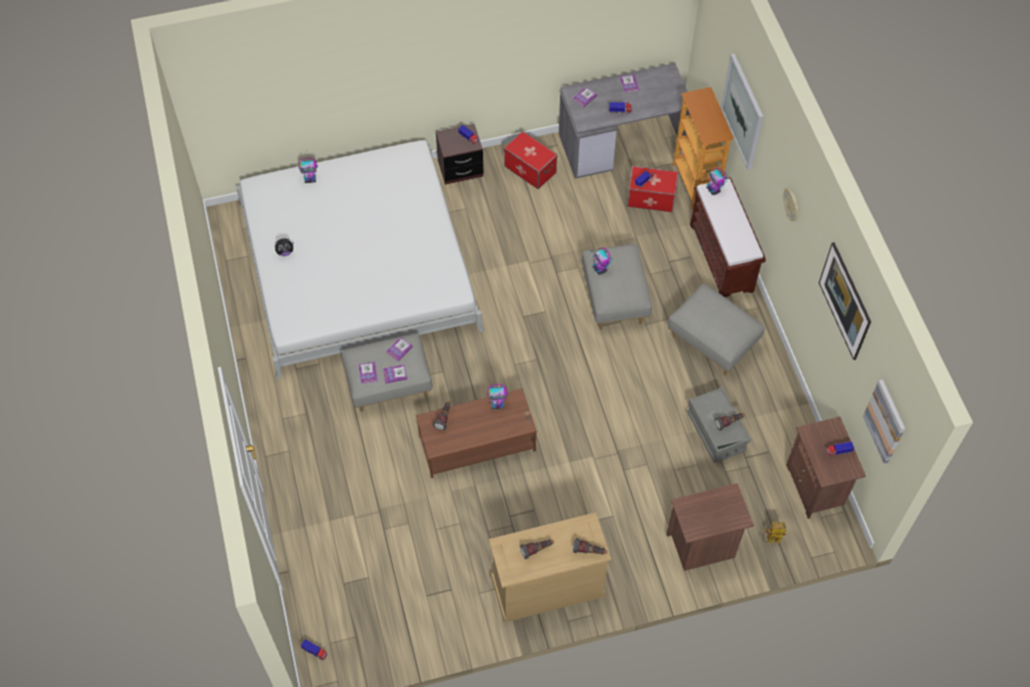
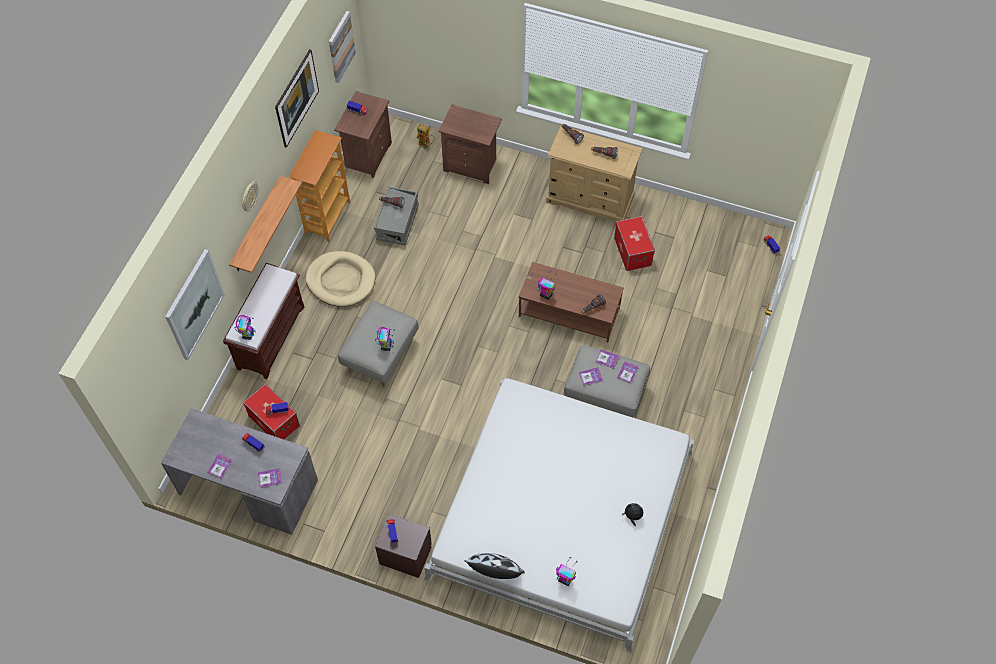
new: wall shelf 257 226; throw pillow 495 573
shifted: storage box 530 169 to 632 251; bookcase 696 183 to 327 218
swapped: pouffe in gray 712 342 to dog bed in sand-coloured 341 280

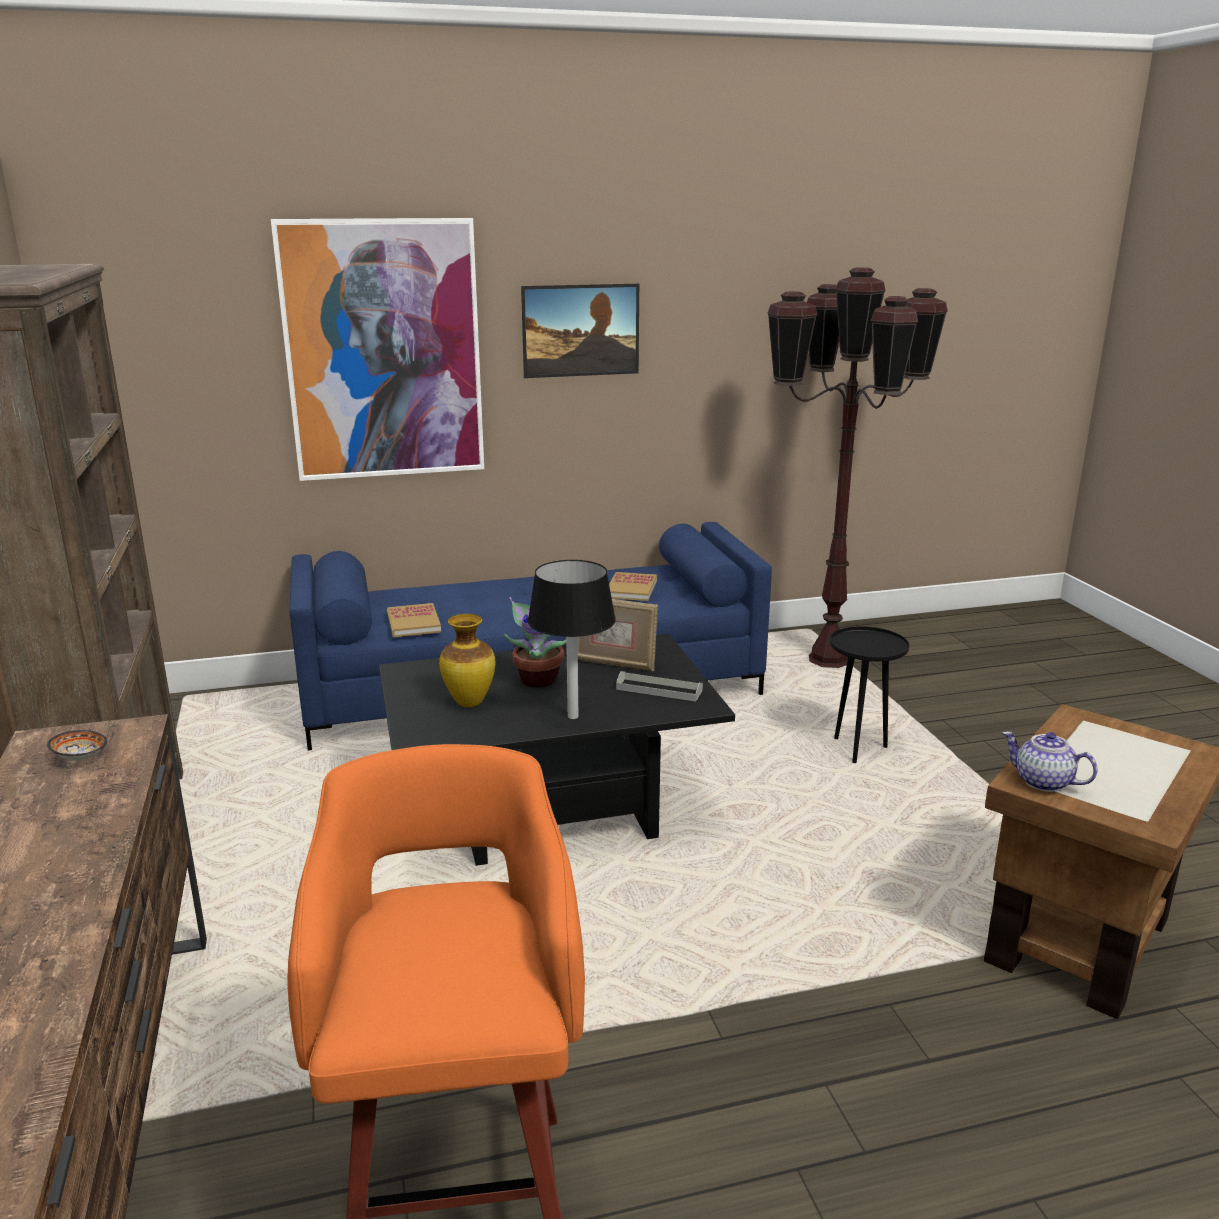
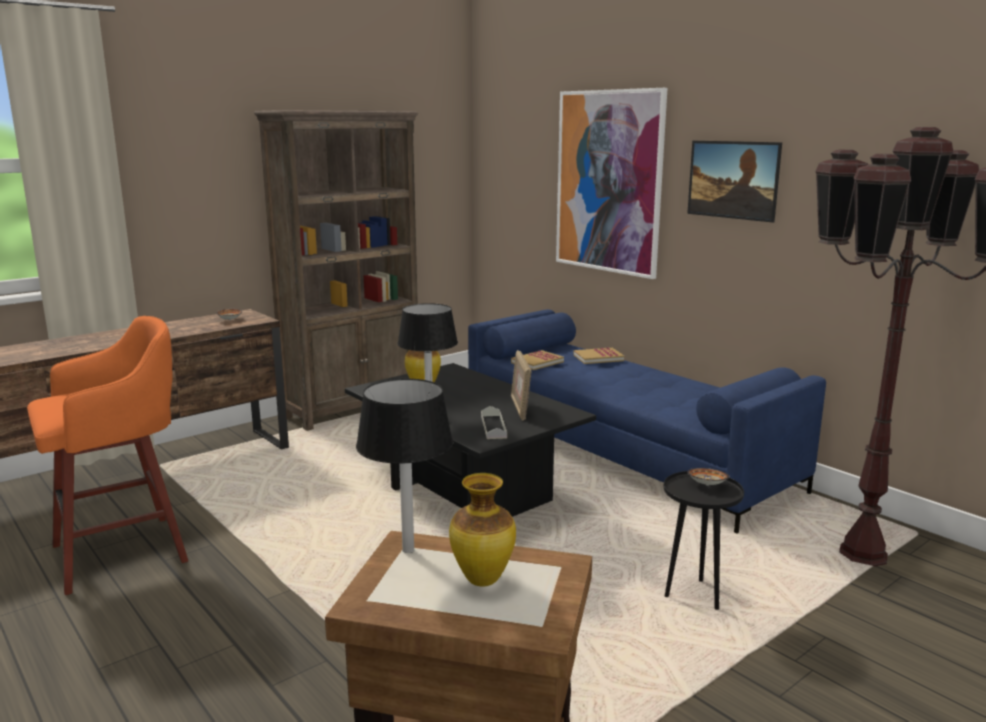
gone: houseplant 539 679
new: vase 481 580; bowl 707 484
shifted: bound book 631 589 to 598 358
swapped: teapot 1042 782 to lamp for a table in blackish 408 550

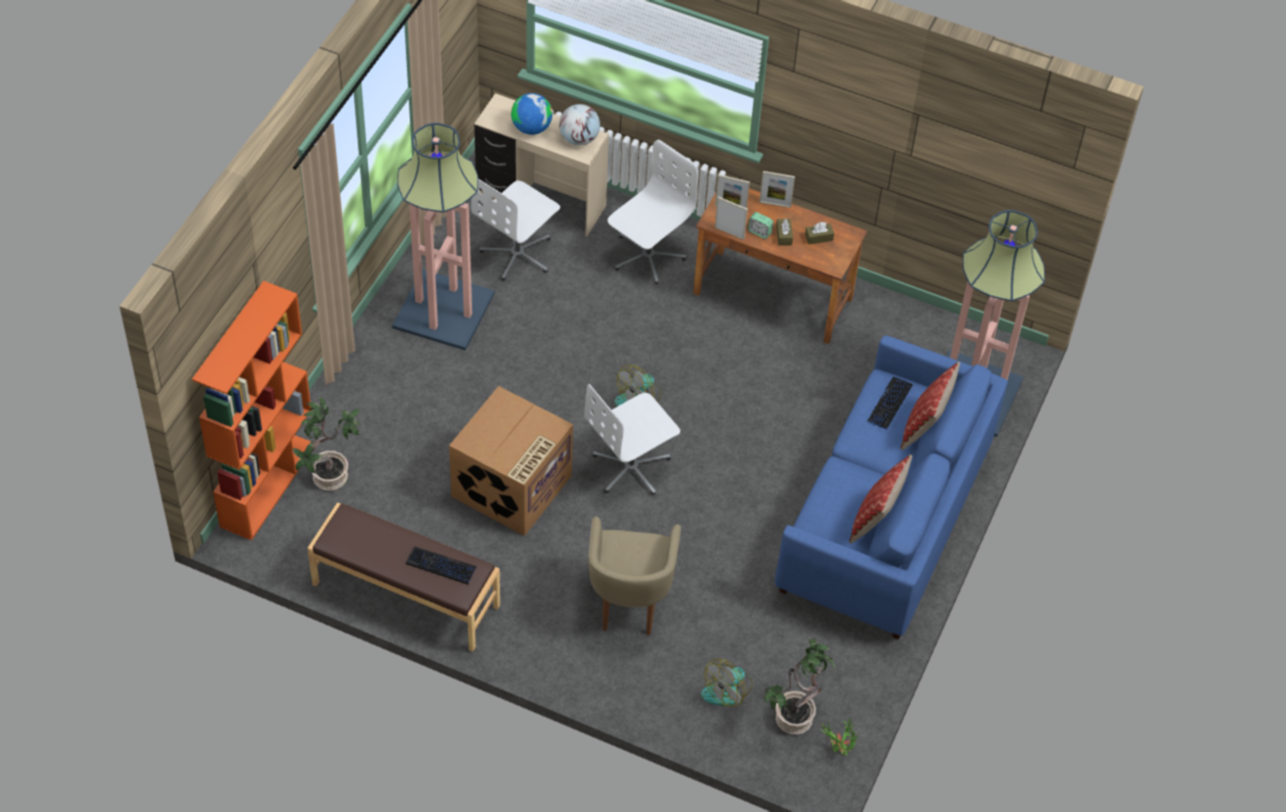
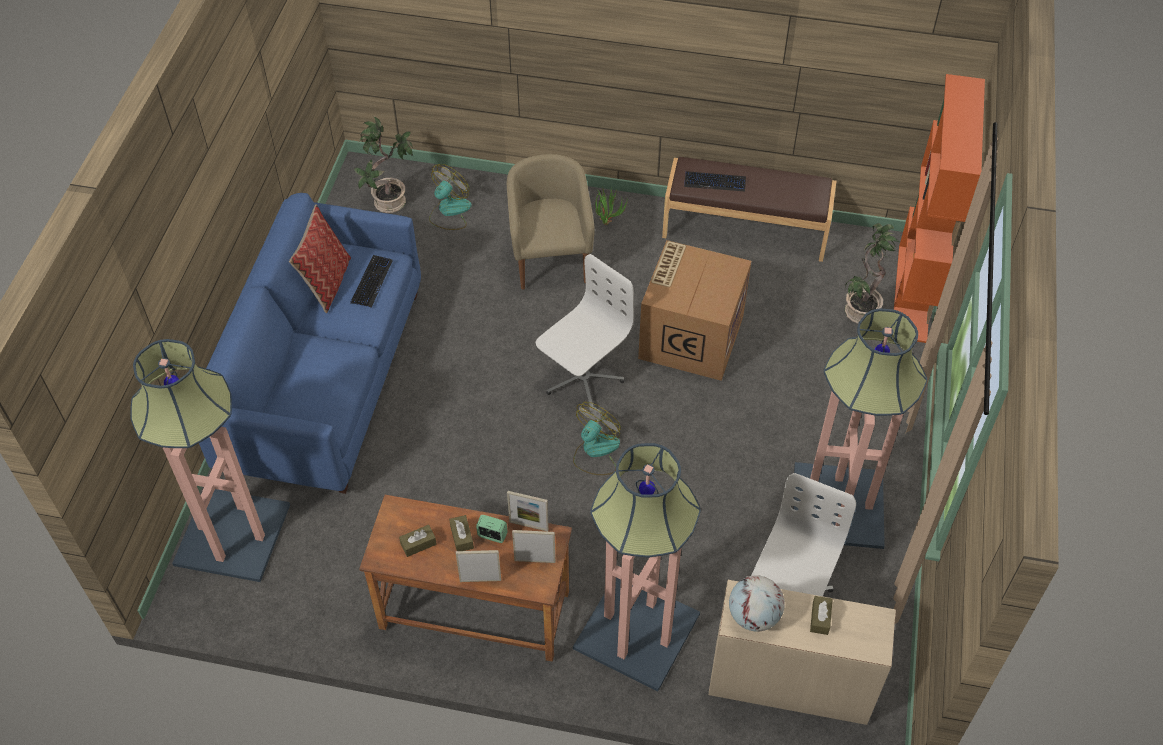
gone: throw pillow 924 427
shifted: houseplant 838 751 to 608 220; keyboard 890 403 to 371 282
swapped: world globe 531 128 to tissue holder in brown 820 618; computer chair in white 647 256 to floor lamp 636 631

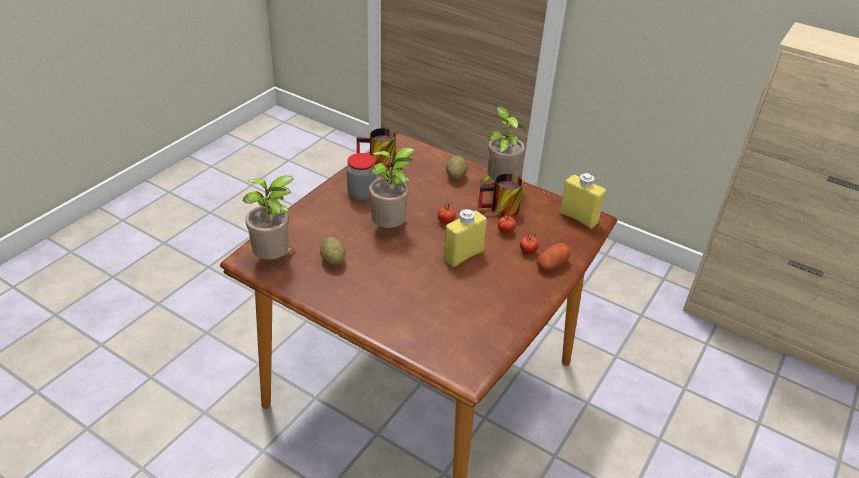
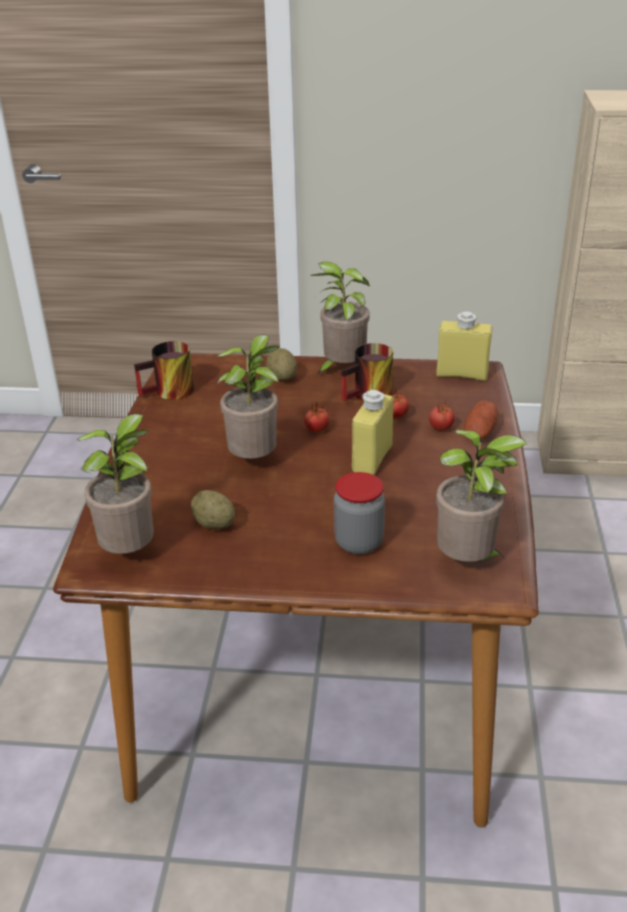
new: houseplant 468 562
shifted: preserve jar 362 194 to 359 542

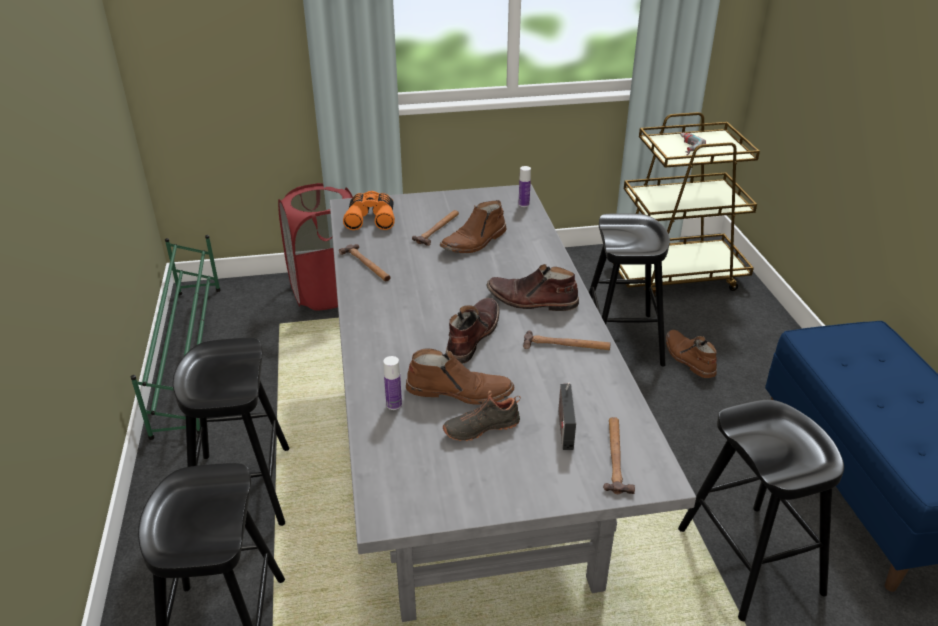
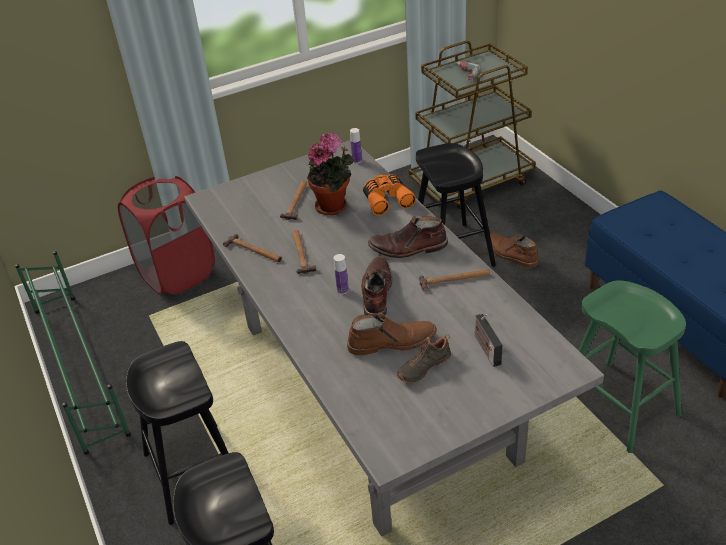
shifted: field glasses in orange 371 218 to 386 200; bottle 394 405 to 342 290; hand hammer 616 457 to 301 253
swapped: tall boot in brown 474 242 to houseplant 334 206
repainted: sitting stool in blackish 749 560 to sitting stool in green-coloured 618 405

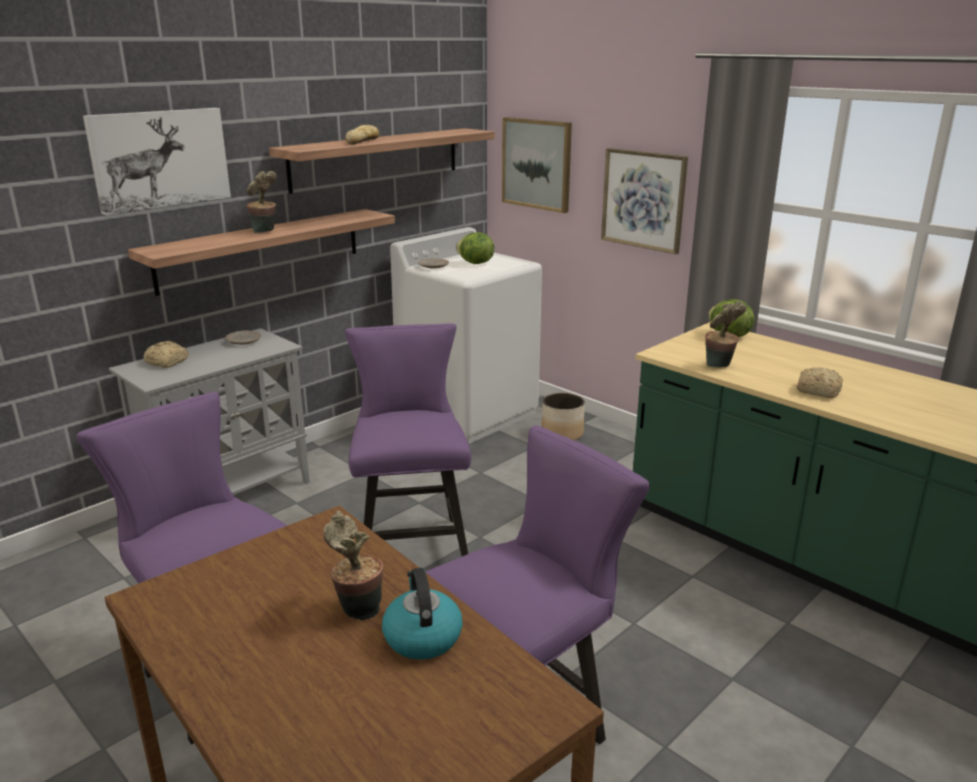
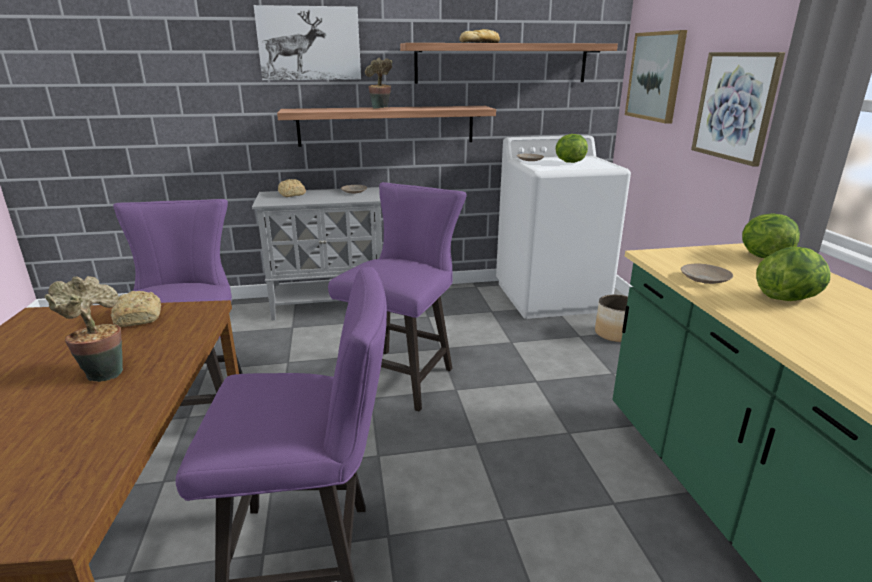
gone: kettle 422 636
new: lettuce head 788 298
shifted: bakery bread 817 391 to 139 317
swapped: houseplant 719 366 to flat dish in sand-coloured 704 279

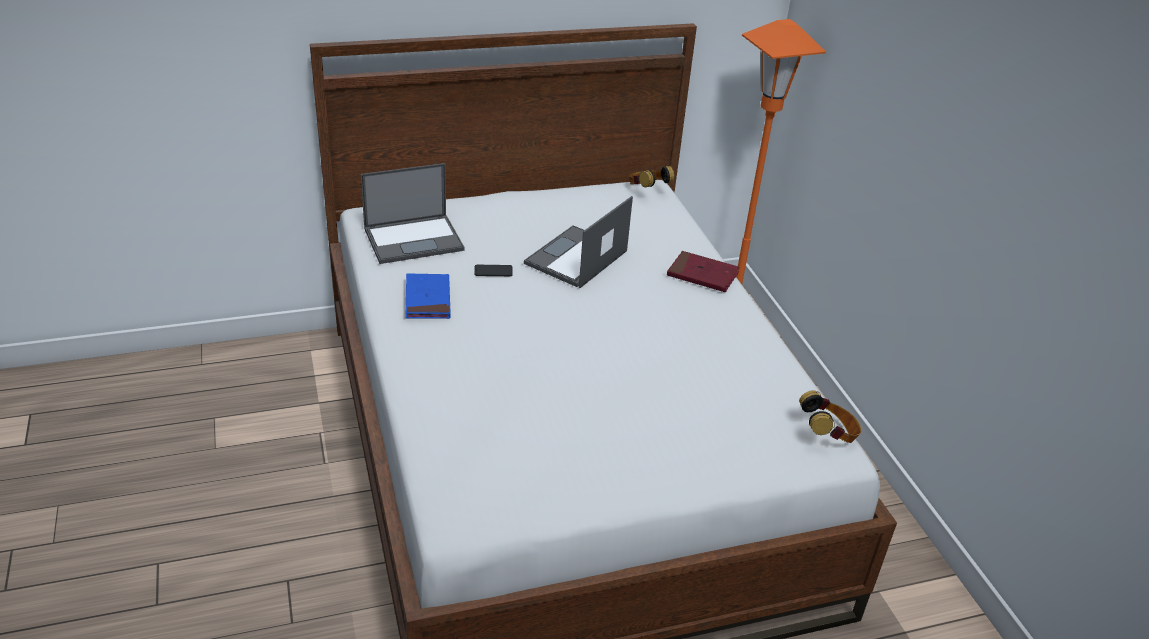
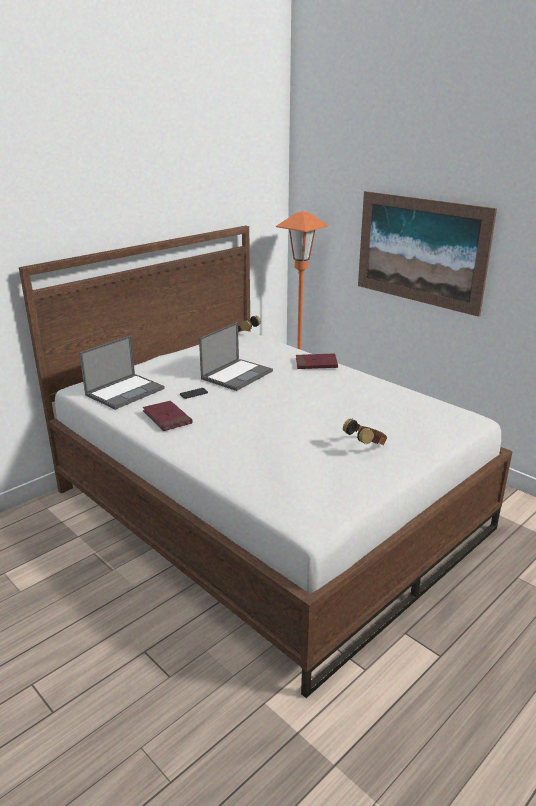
new: wall picture 420 251
shifted: headphones 827 435 to 366 446
repainted: bound book in bluish 428 299 to bound book in red-coloured 167 418
rotated: portable computer 576 258 = 237 374 150 degrees counterclockwise

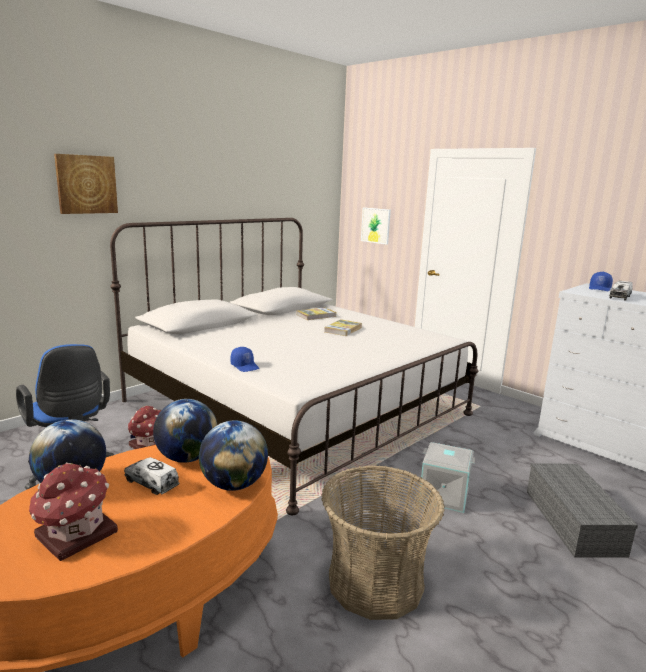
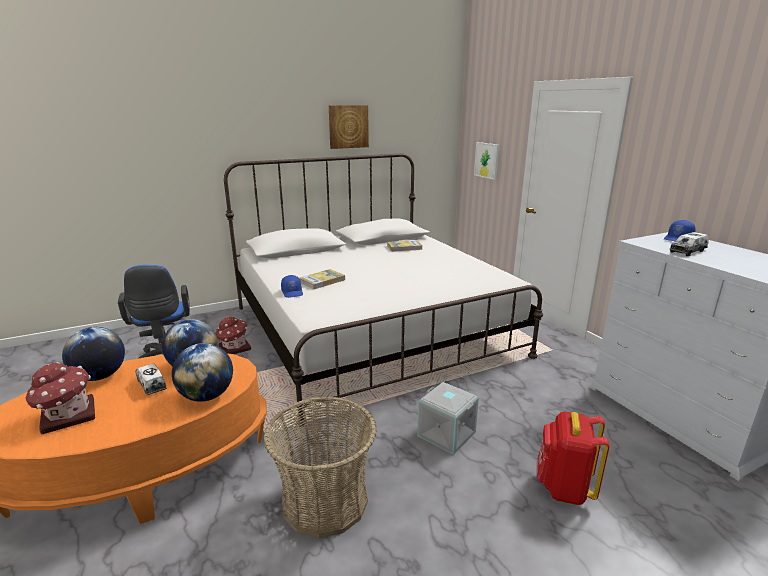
shifted: wall picture 86 184 to 348 126; bound book 343 329 to 322 281
swapped: storage box in gray 575 522 to knapsack in red-coloured 564 488

